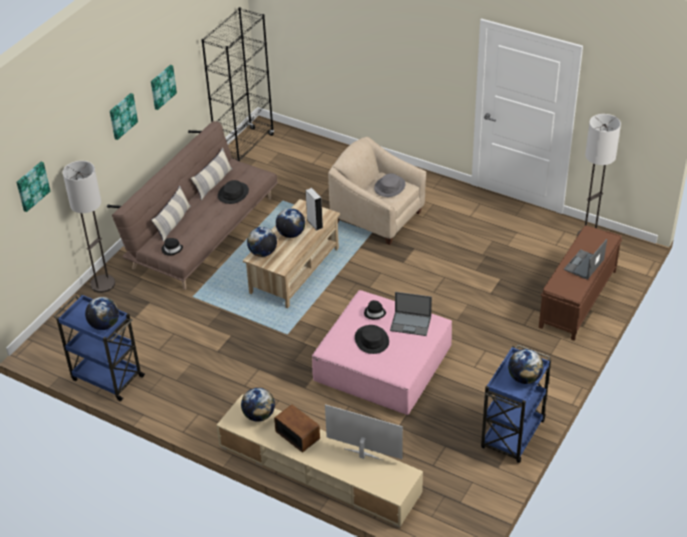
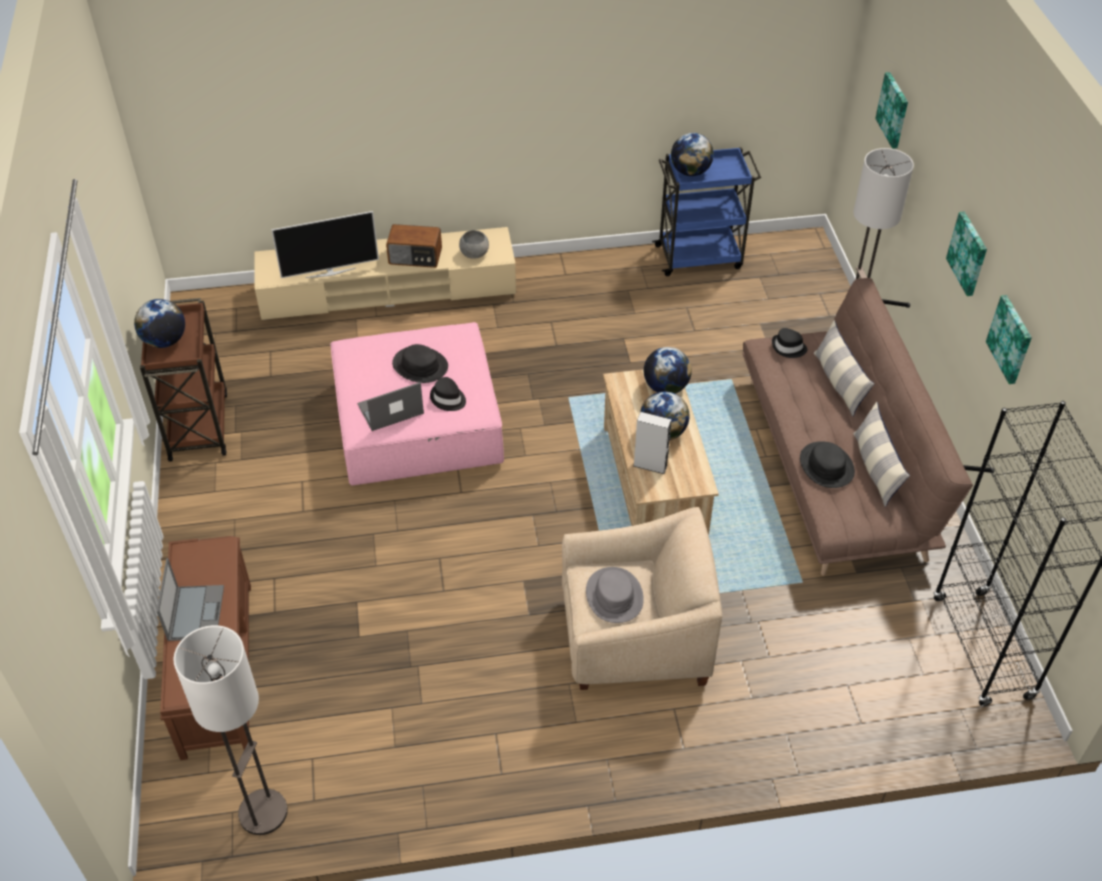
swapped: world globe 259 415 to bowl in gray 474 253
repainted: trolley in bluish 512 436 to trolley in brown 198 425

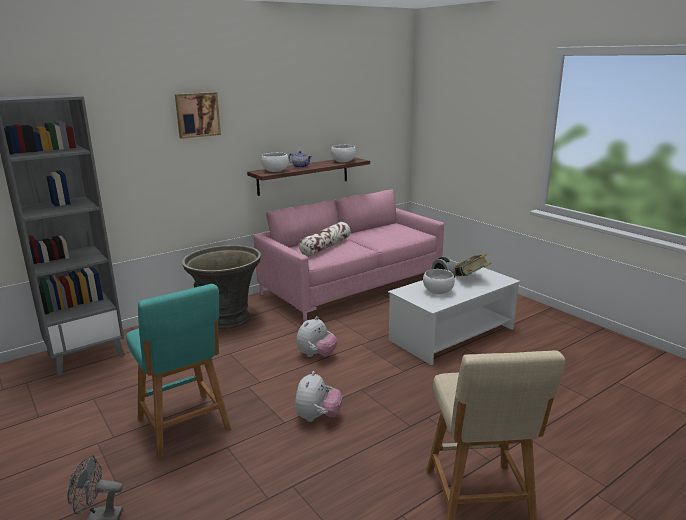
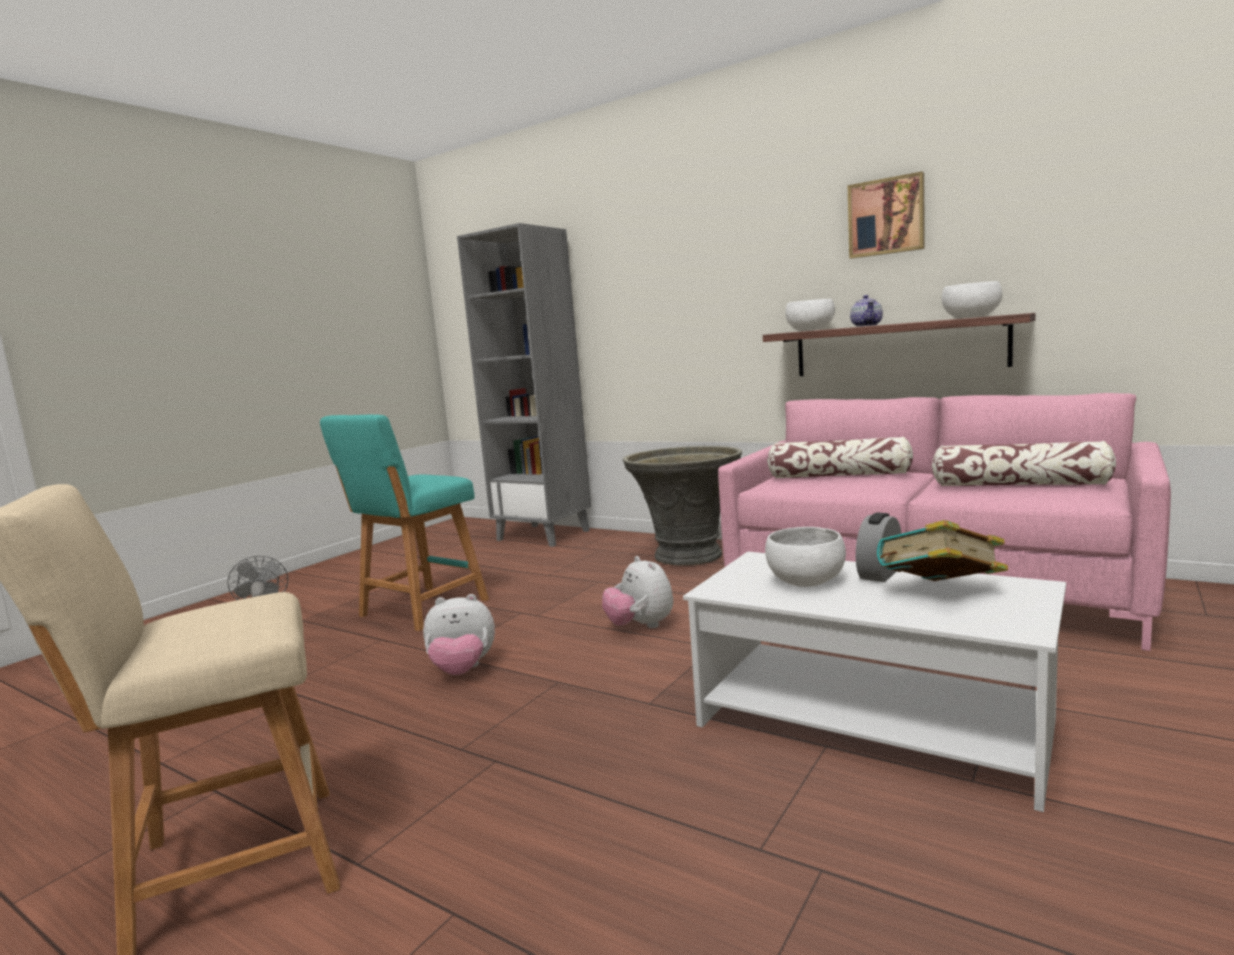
new: throw pillow 1020 485
shifted: wall picture 197 115 to 886 217
rotated: cuddly toy 316 355 = 640 626 45 degrees clockwise

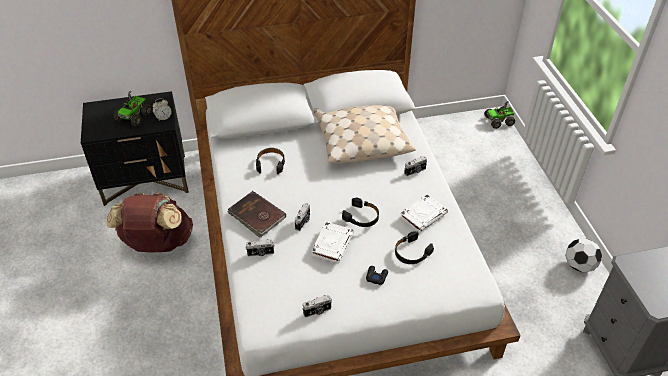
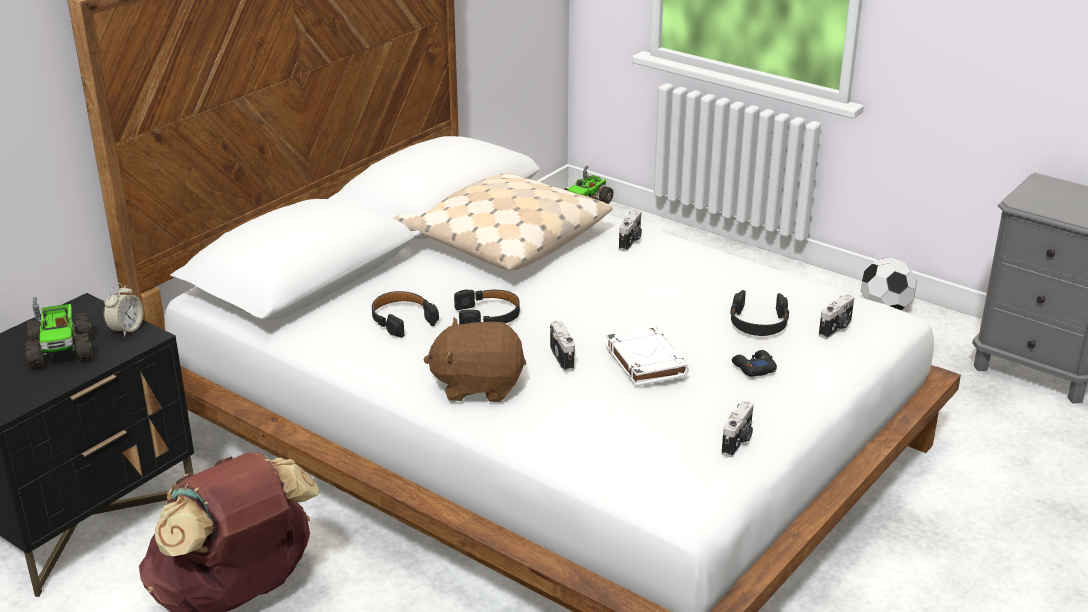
gone: bound book in white 423 215
shifted: photo camera 260 253 to 836 329; headphones in blackish 361 217 to 488 316
swapped: bound book in brown 256 216 to cuddly toy in brown 478 385

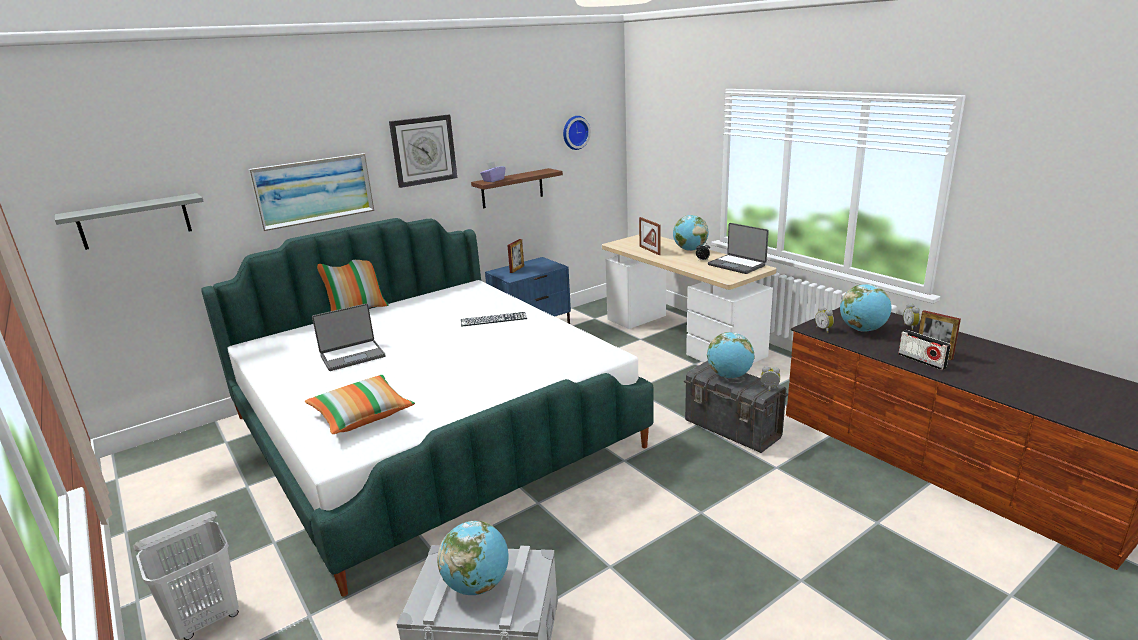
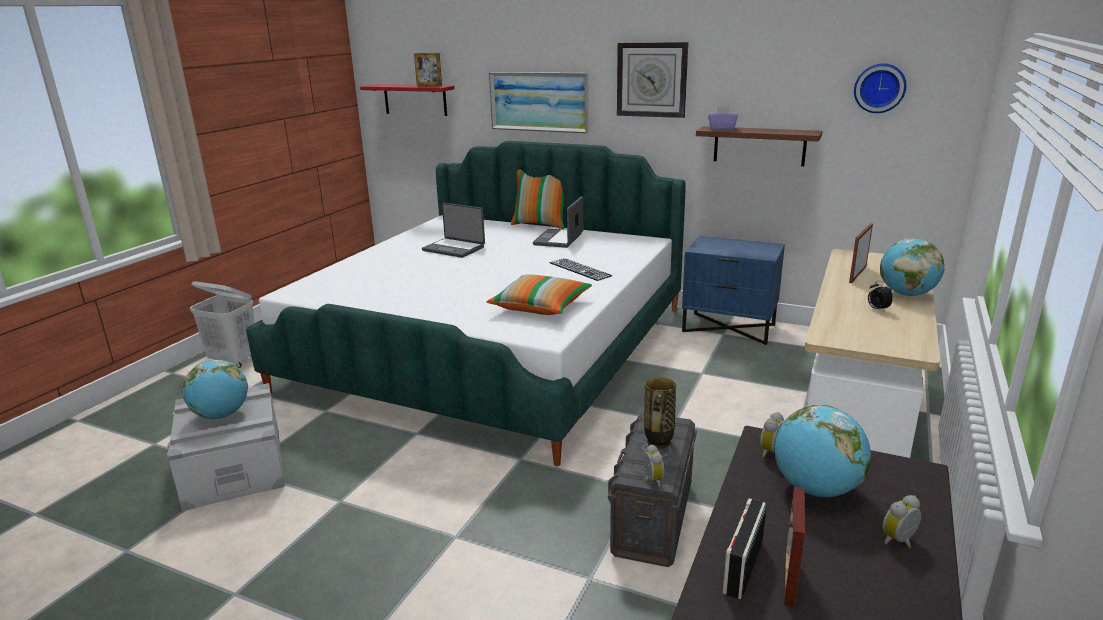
shifted: throw pillow 362 415 to 541 307; picture frame 517 269 to 429 86; portable computer 737 265 to 559 239
swapped: world globe 729 376 to vase 658 443
repainted: wall shelf in gray 135 221 to wall shelf in red-coloured 415 99

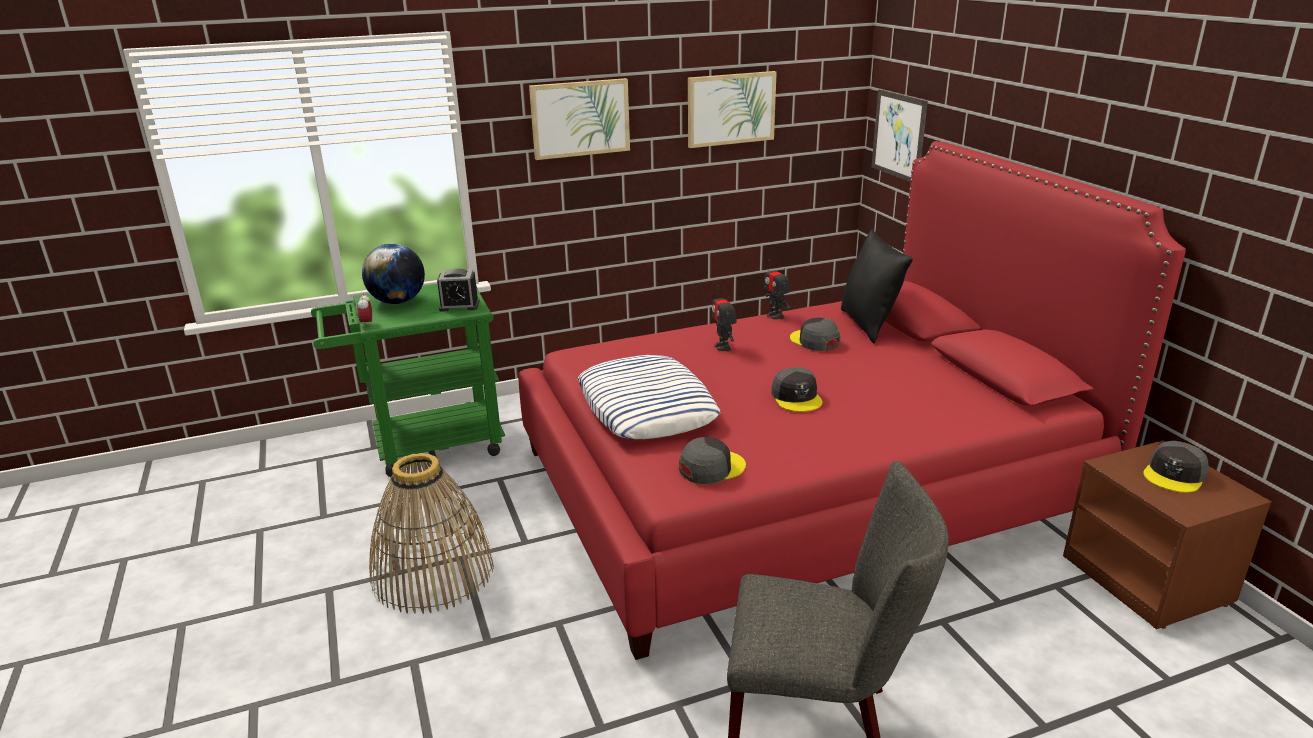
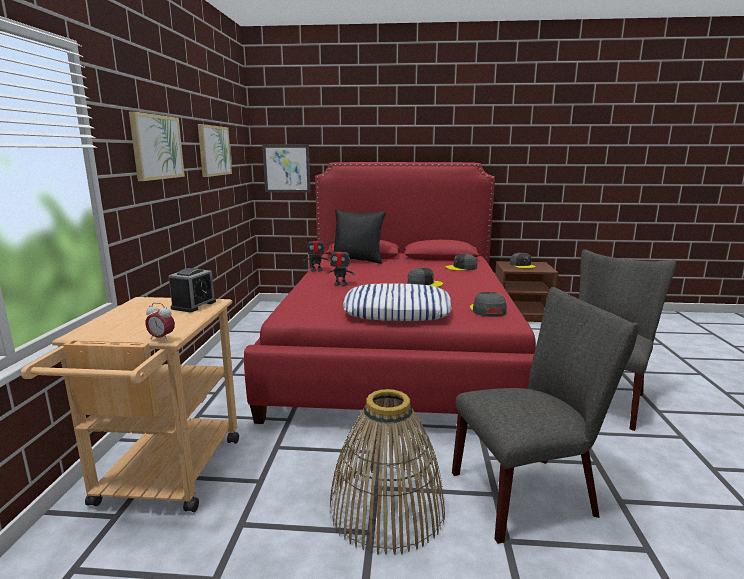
gone: world globe 398 302
new: chair in gray 531 493
shifted: cap in gray 814 341 to 461 267
repainted: trolley in green-coloured 425 446 to trolley in sand-coloured 164 479

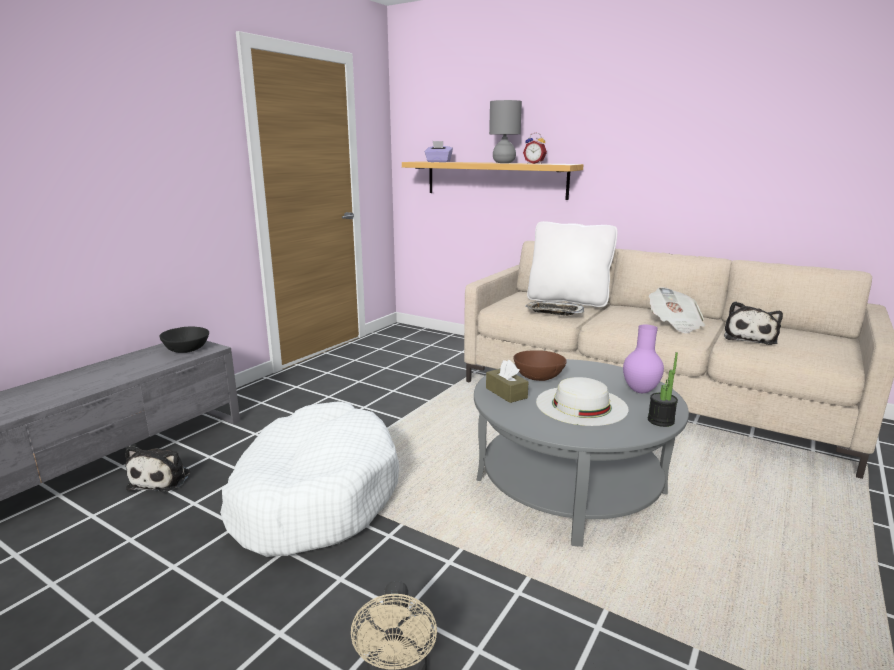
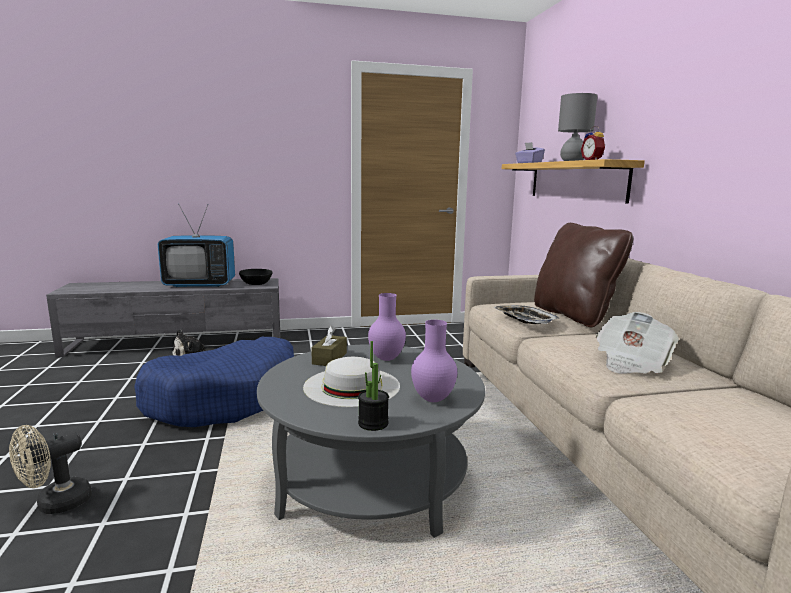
gone: cuddly toy 750 338
new: TV set 200 285
swapped: bowl in brown 538 376 to vase in purple-coloured 386 358
repainted: dog bed in white 314 495 to dog bed in bluish 225 398; throw pillow in white 568 300 to throw pillow in brown 574 315

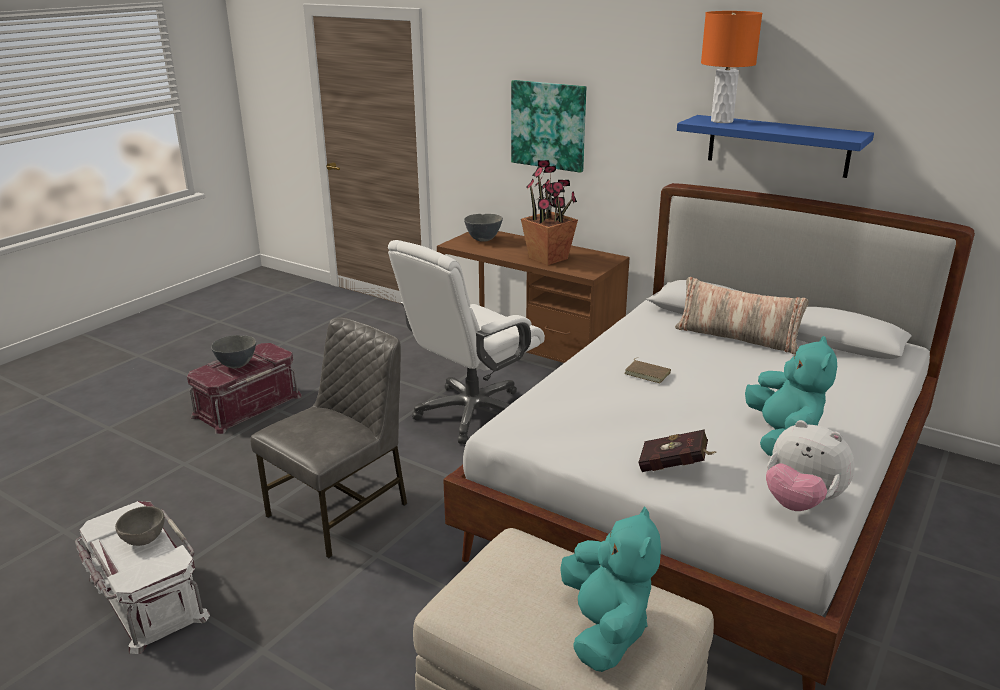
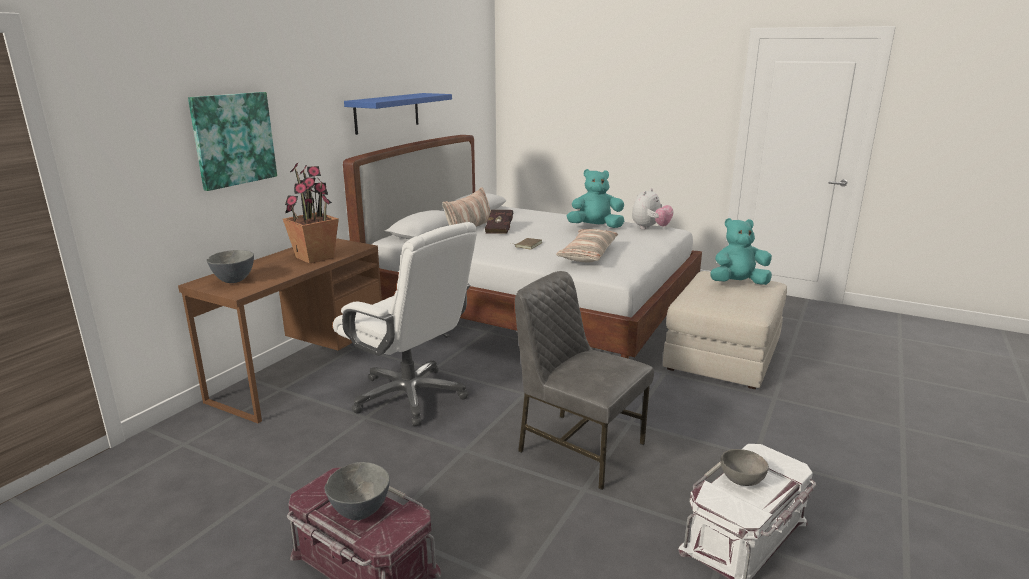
gone: lamp for a table in orange 721 121
new: throw pillow 588 254
shifted: bound book in red-coloured 675 467 to 500 230

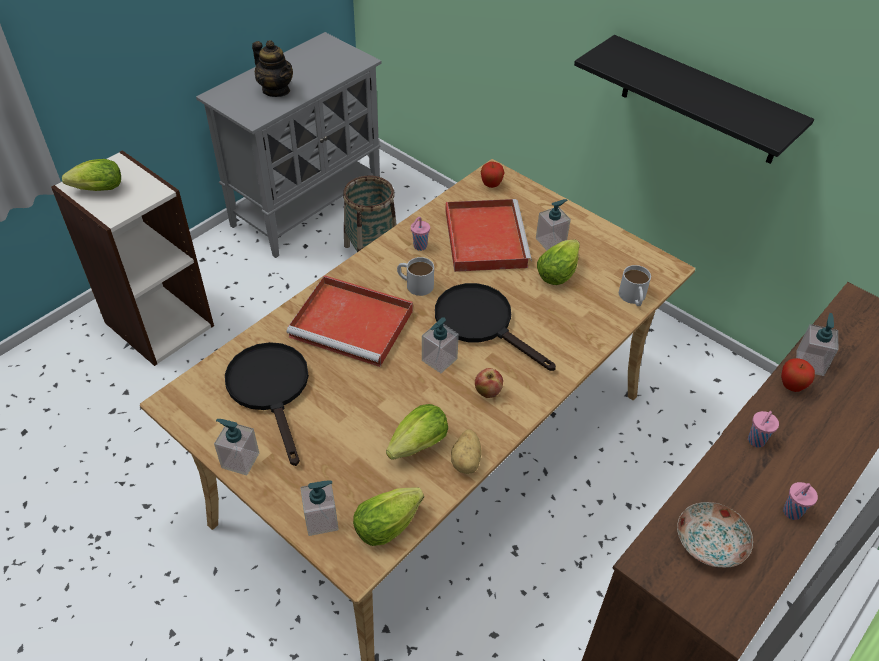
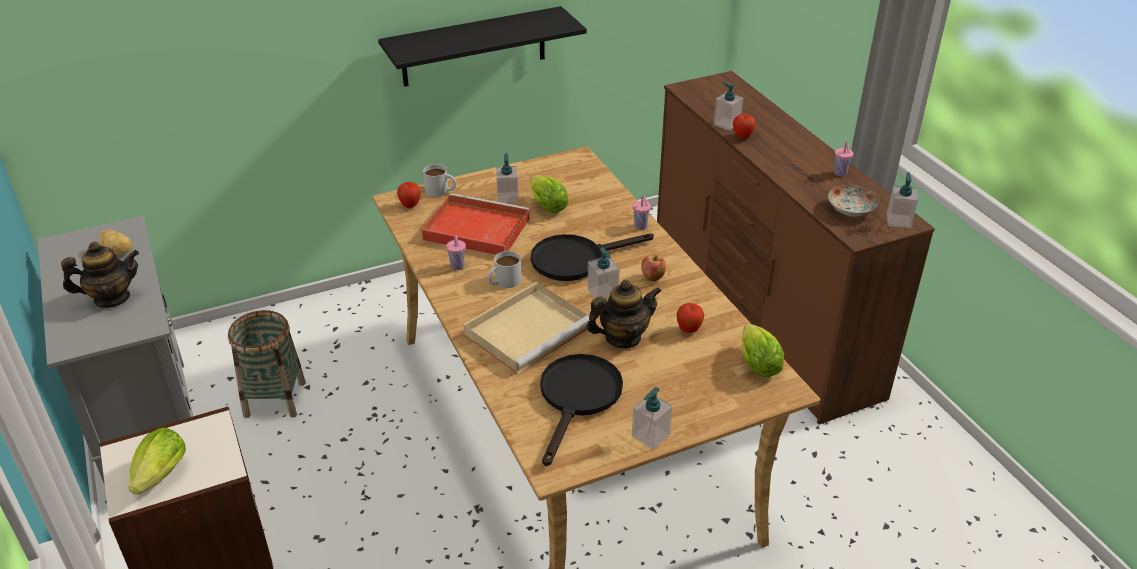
new: teapot 622 337
shifted: soap dispenser 321 520 to 898 220; whole potato 467 460 to 118 251; tea mug in white 633 298 to 441 191; cup in pinkish 755 441 to 641 226
swapped: lettuce head 415 447 to apple 688 330
repainted: carrying tray in red-coloured 354 324 to carrying tray in sand-coloured 528 329
rotated: skillet in blackish 271 390 = 578 398 105 degrees clockwise

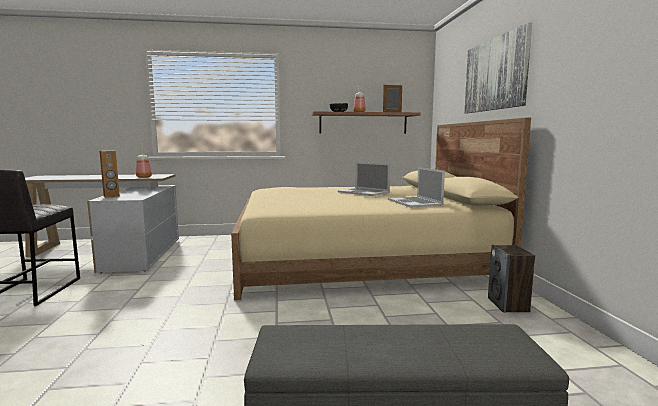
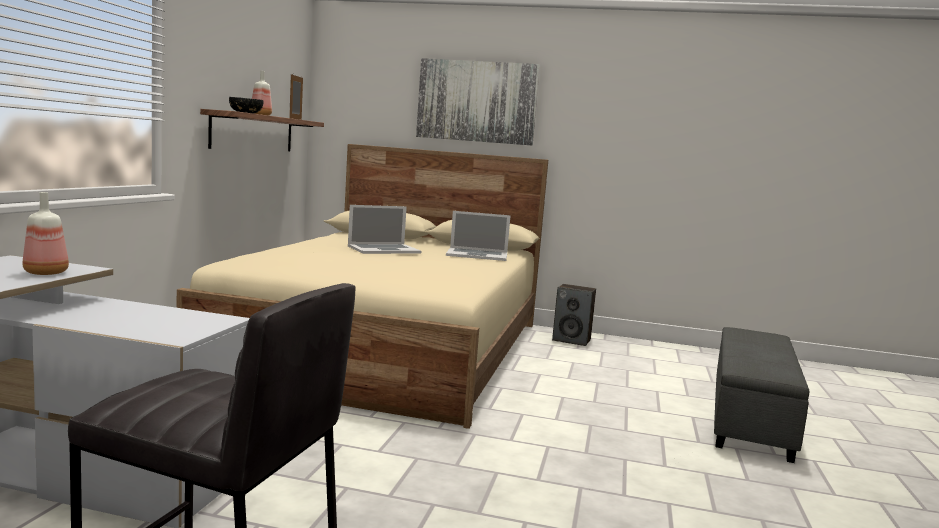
gone: audio speaker in brown 111 196

